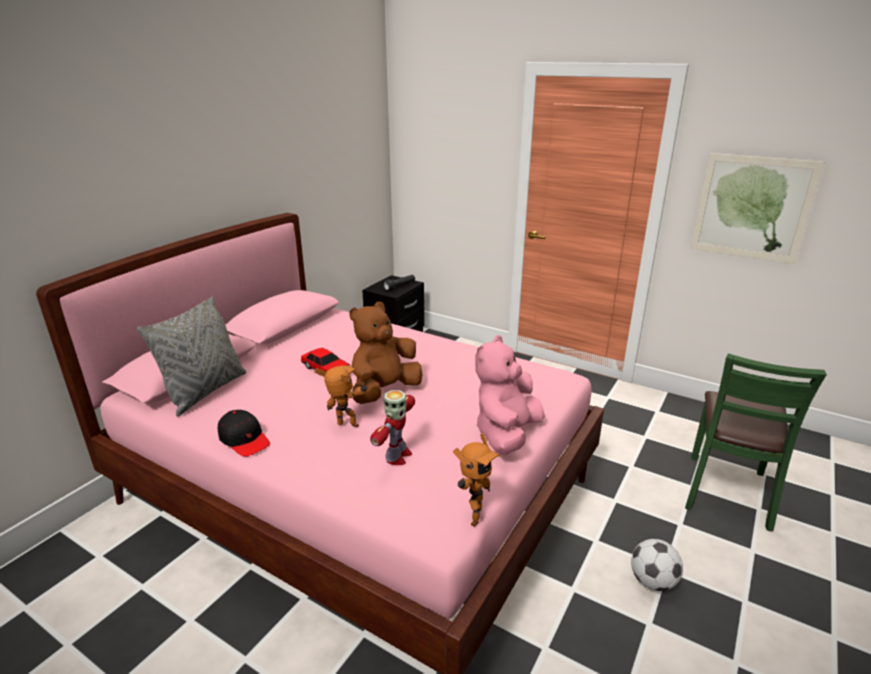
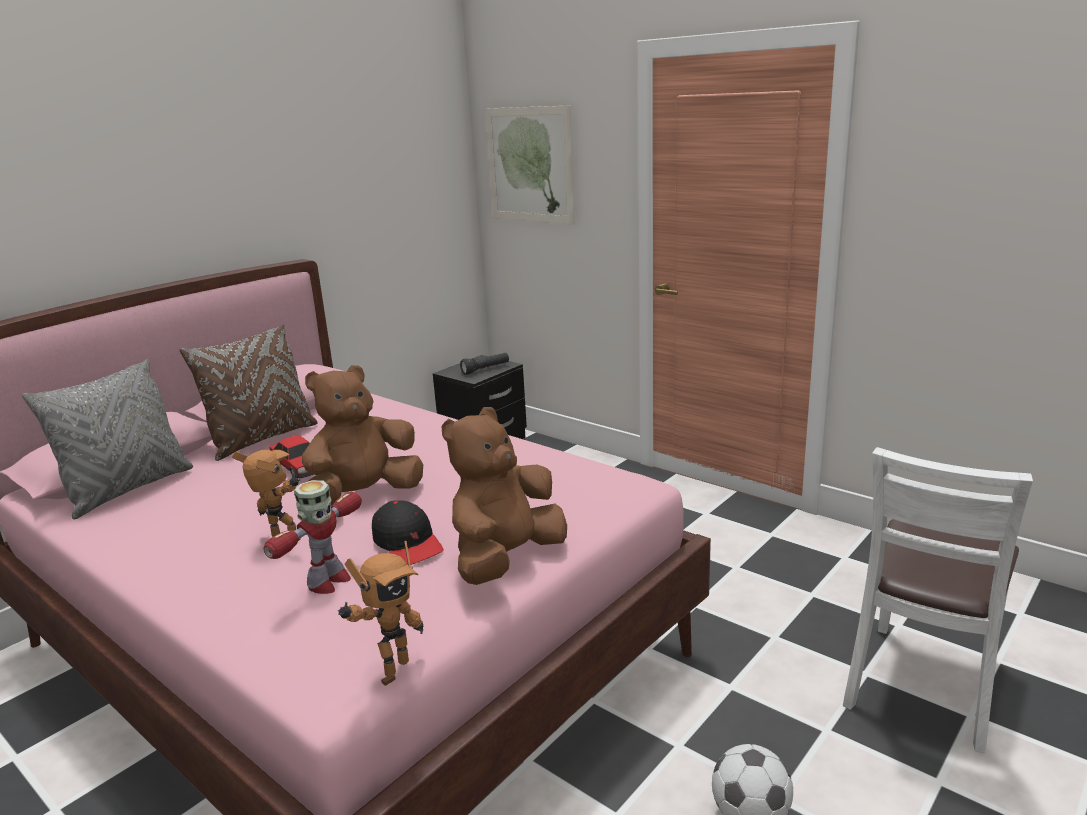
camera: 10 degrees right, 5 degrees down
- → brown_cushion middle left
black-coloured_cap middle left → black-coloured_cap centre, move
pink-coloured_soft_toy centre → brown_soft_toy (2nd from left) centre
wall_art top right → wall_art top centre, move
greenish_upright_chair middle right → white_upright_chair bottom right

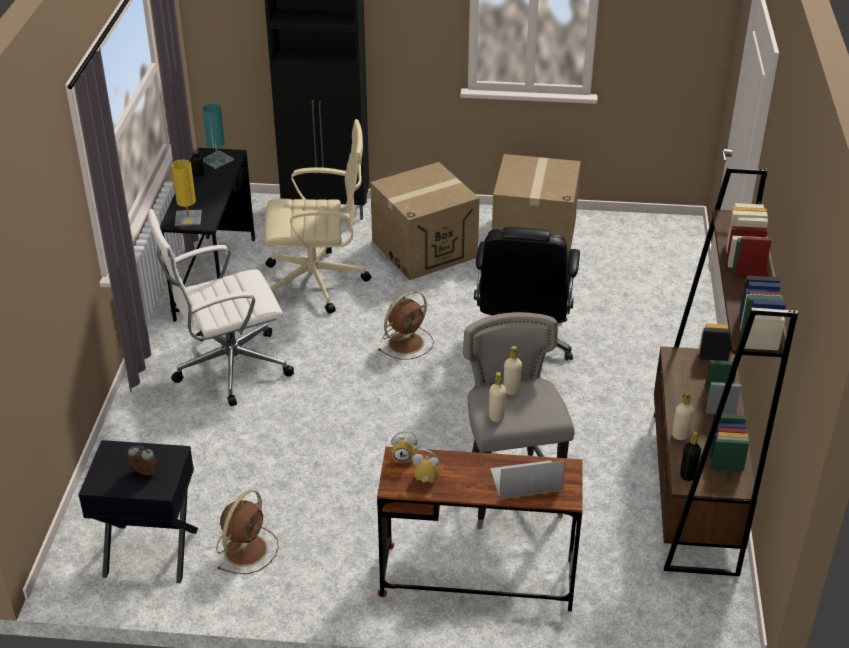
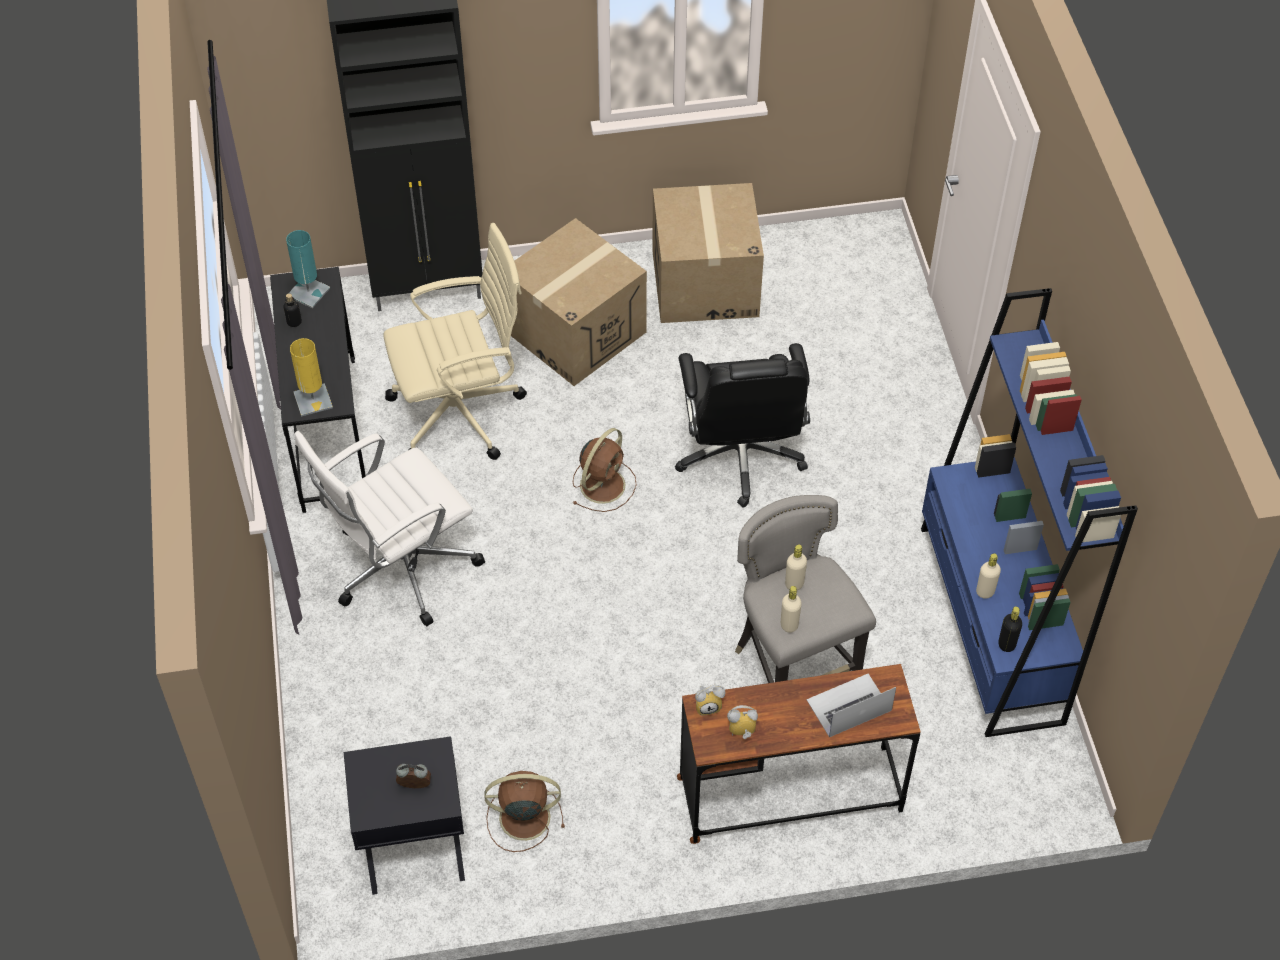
camera: 15 degrees left, 15 degrees up
brown_cooling_fan (1st from left) bottom left → brown_cooling_fan (1st from left) bottom centre, 105 degrees counterclockwise
brown_bookcase middle right → bluish_bookcase middle right

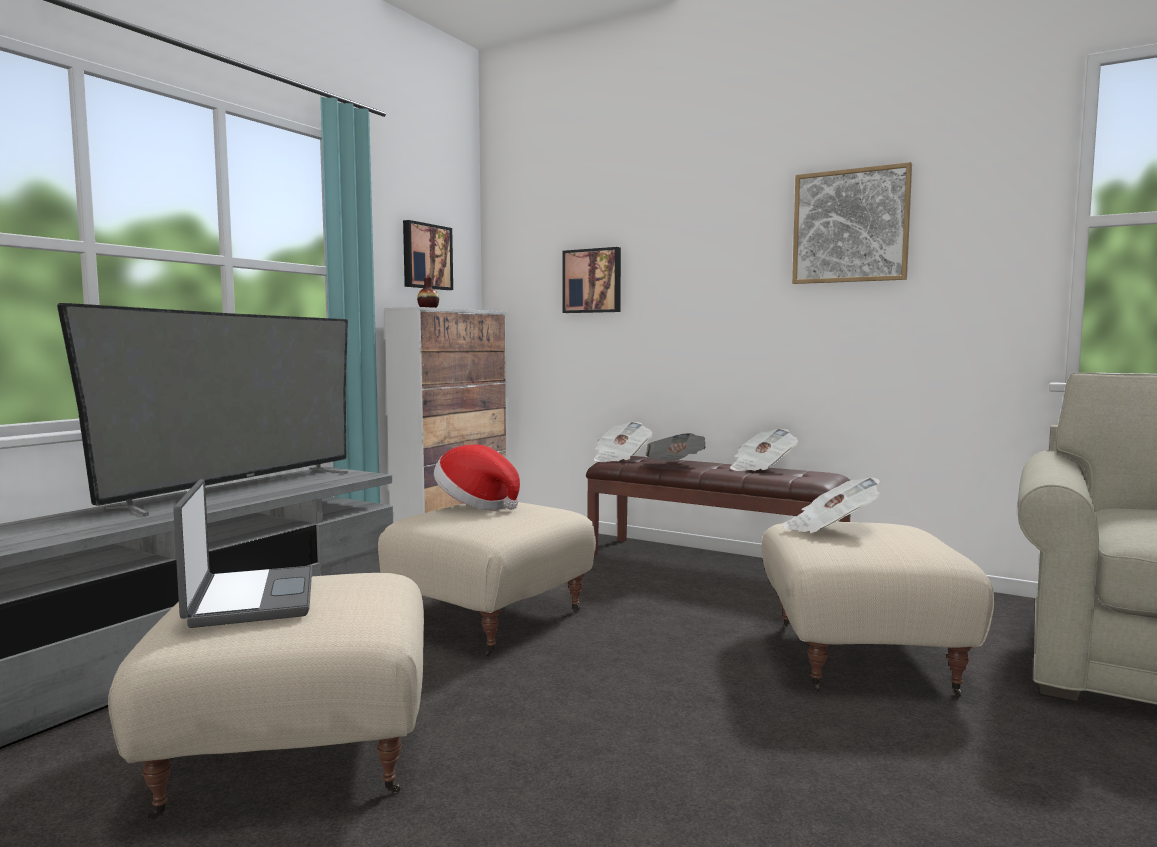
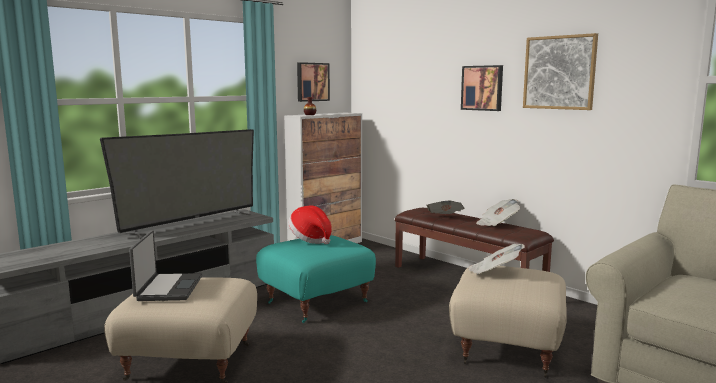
camera: 15 degrees right, 5 degrees up
sand-coloured_ottoman (2nd from left) bottom centre → blue-green_ottoman bottom centre
wall_art (2nd from left) top centre → wall_art (2nd from left) top right, move
printed_paper (1st from left) centre → -

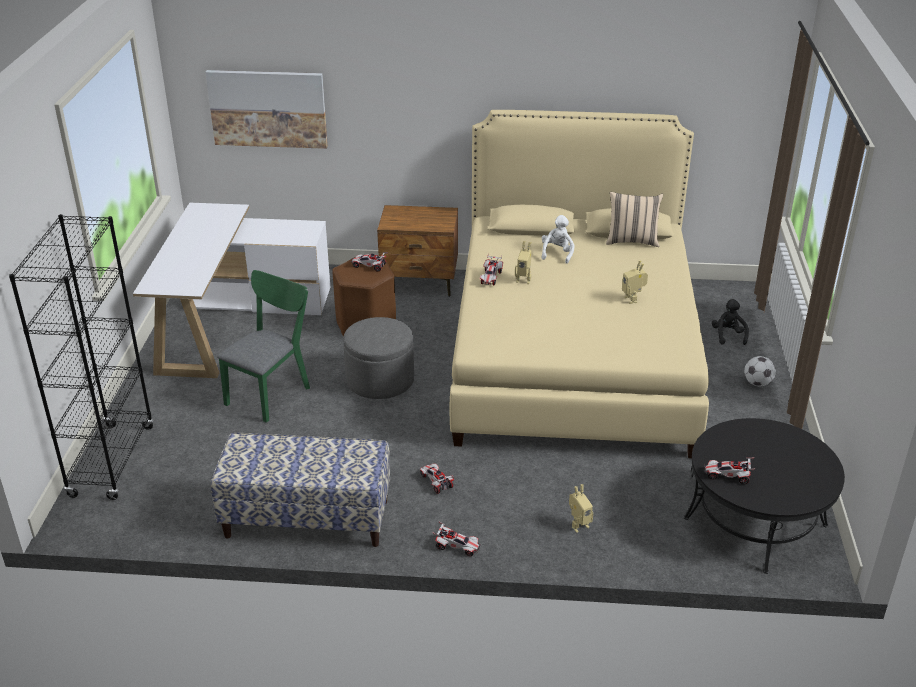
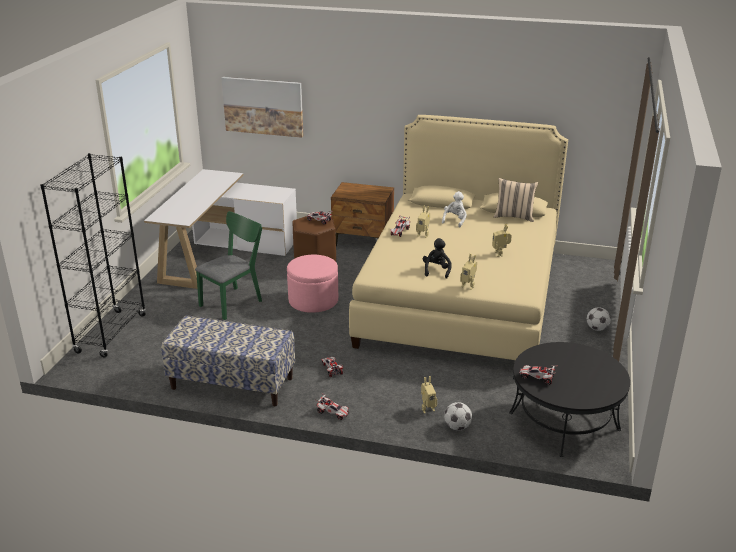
camera: 10 degrees right, 5 degrees down
grey_ottoman centre → pink-coloured_ottoman centre
black-coloured_soft_toy middle right → black-coloured_soft_toy centre, move
- → football (1st from left) bottom centre
- → robot_figure (3rd from left) centre

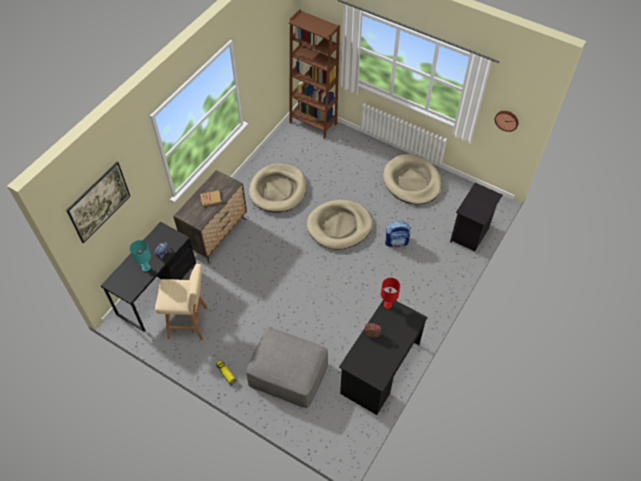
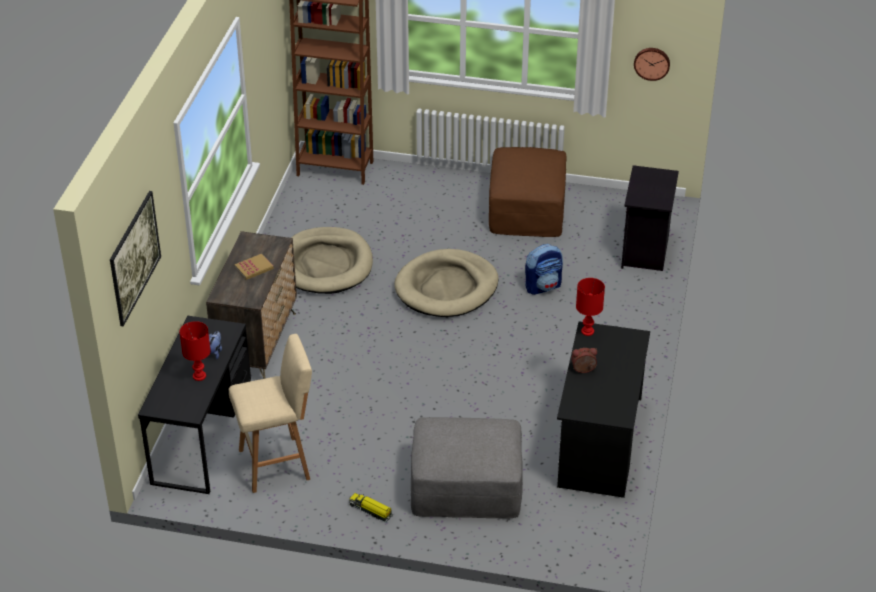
camera: 20 degrees left, 15 degrees down
blue-green_lamp_for_a_table middle left → red_lamp_for_a_table (1st from left) middle left
sand-coloured_dog_cushion (3rd from left) centre → brown_ottoman top centre

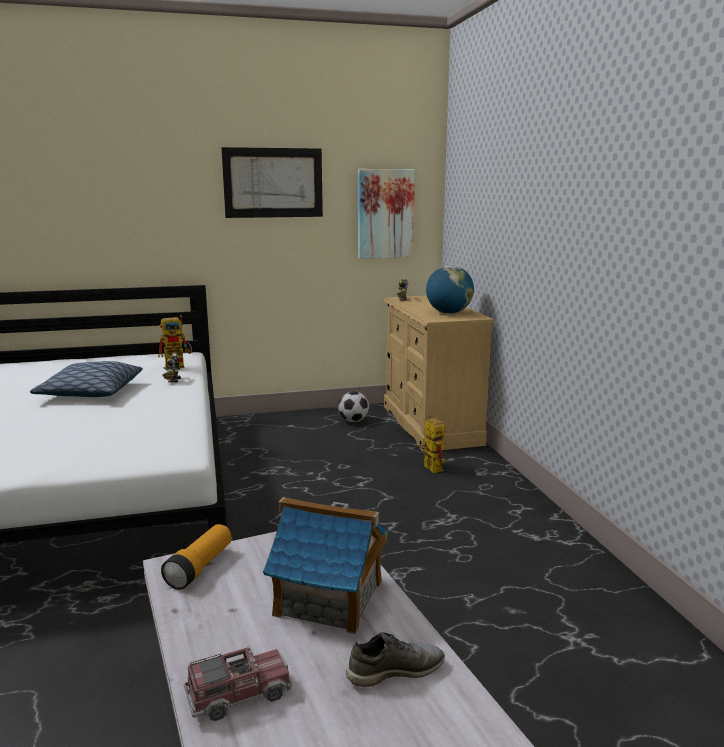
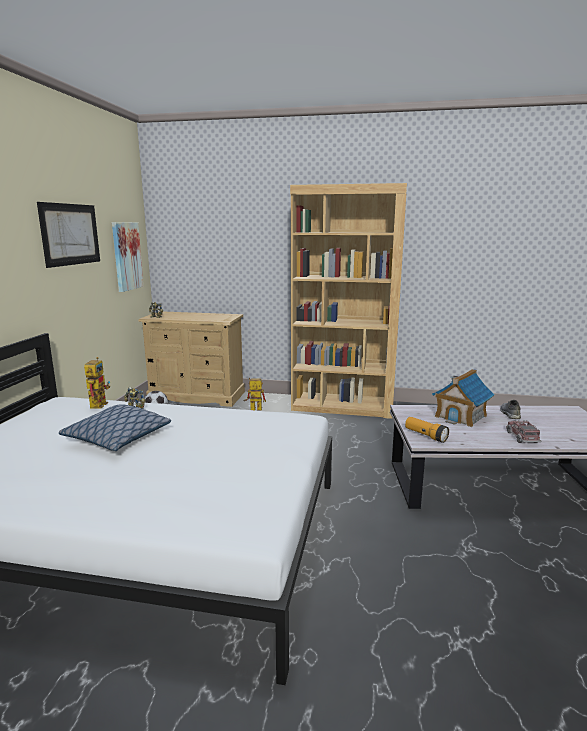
camera: 65 degrees left, 0 degrees up
- → brown_bookcase centre
world_globe centre → -

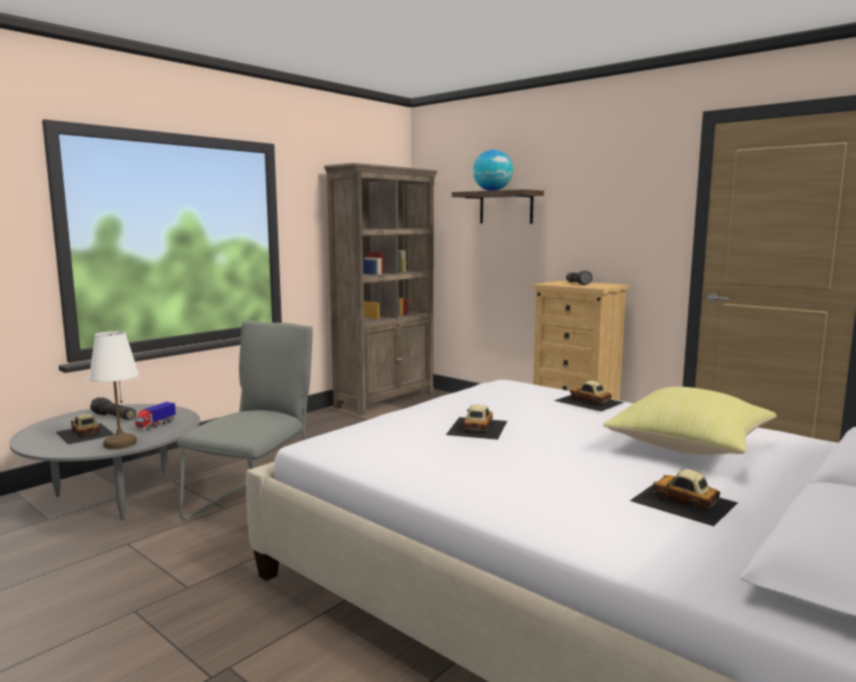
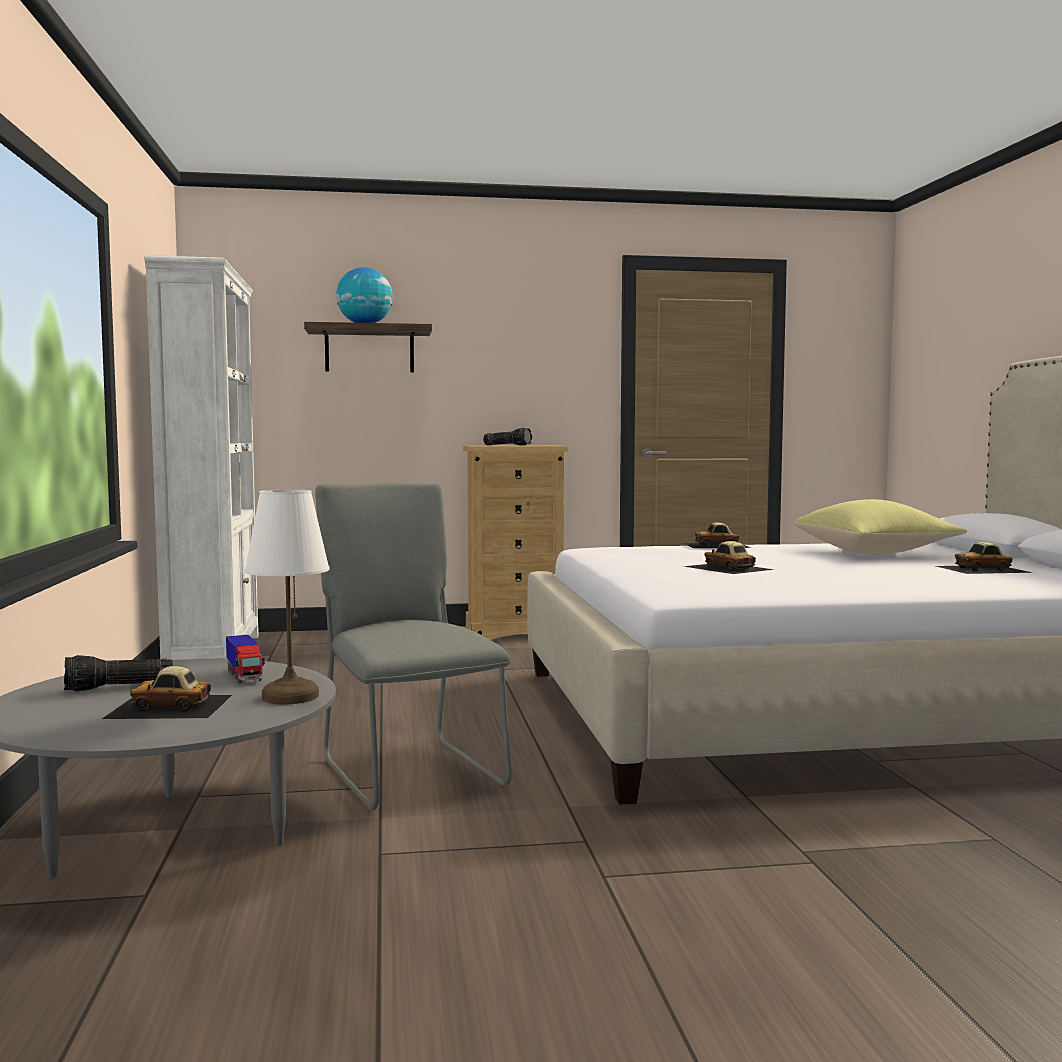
camera: 50 degrees left, 5 degrees down
brown_bookcase centre → white_bookcase middle left

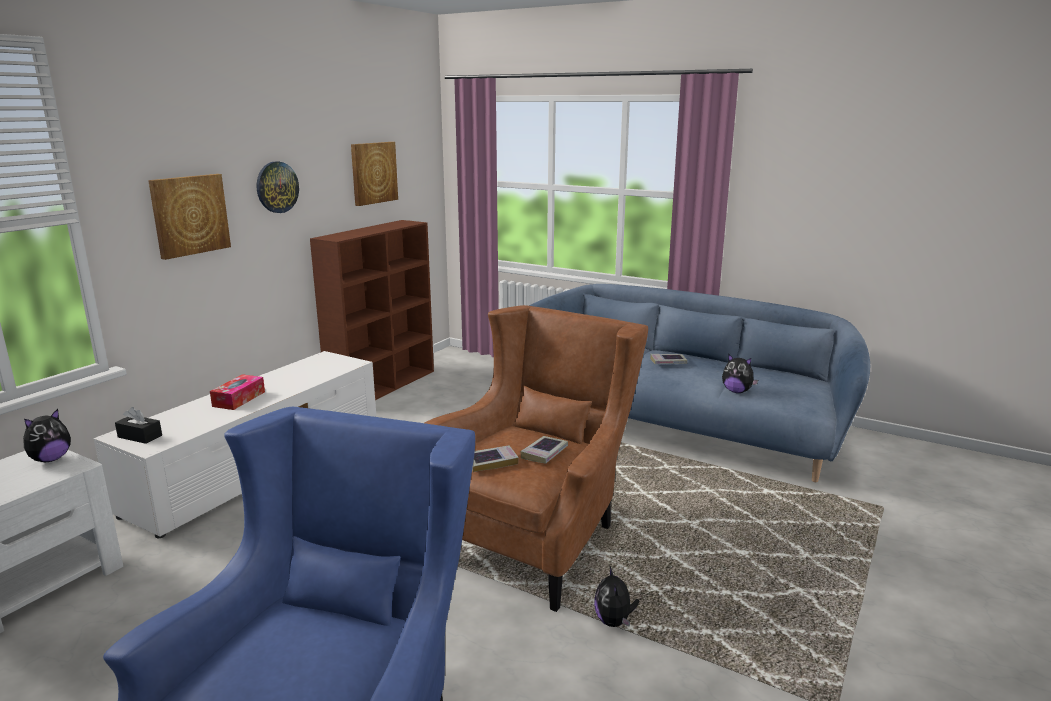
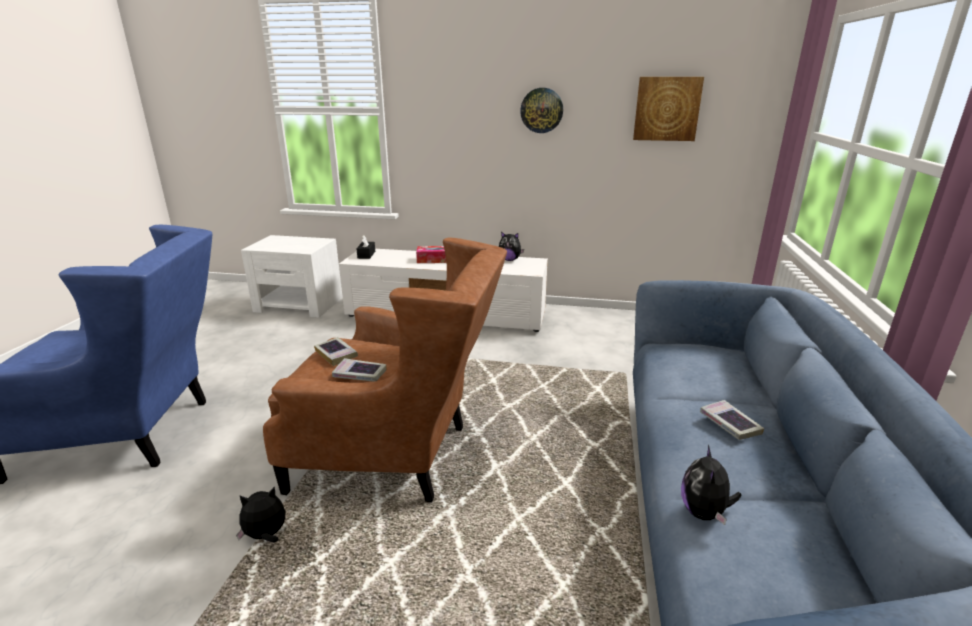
camera: 70 degrees right, 5 degrees up
soft_toy (1st from left in the first image) middle left → soft_toy (2nd from left) centre, move
wall_art (1st from left) top left → -
brown_bookcase centre → -

